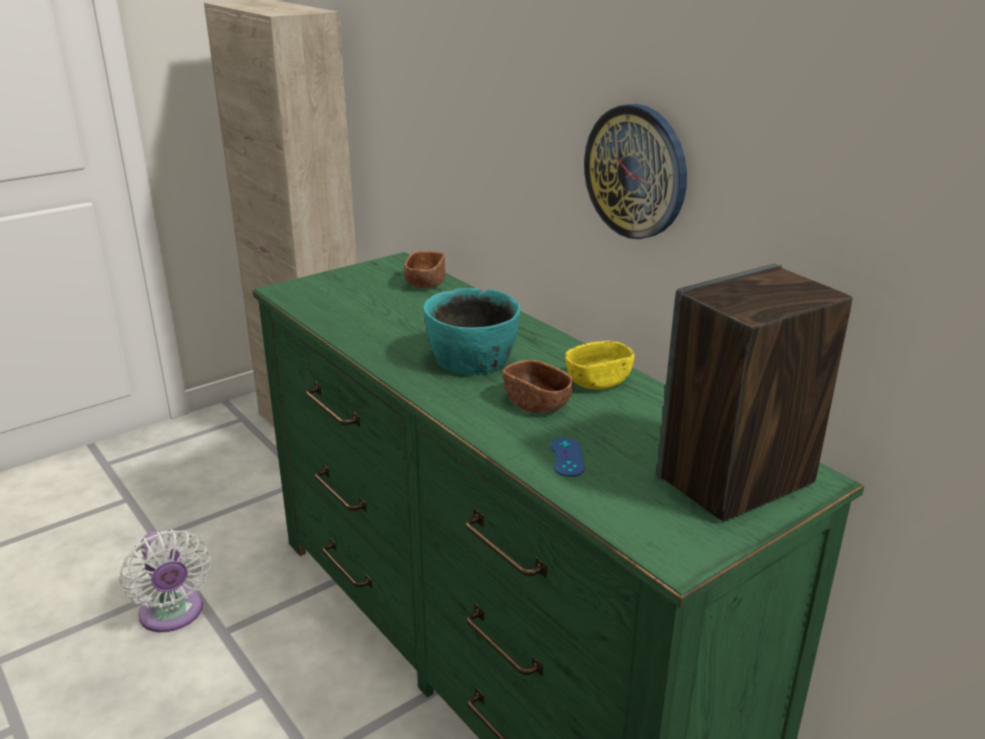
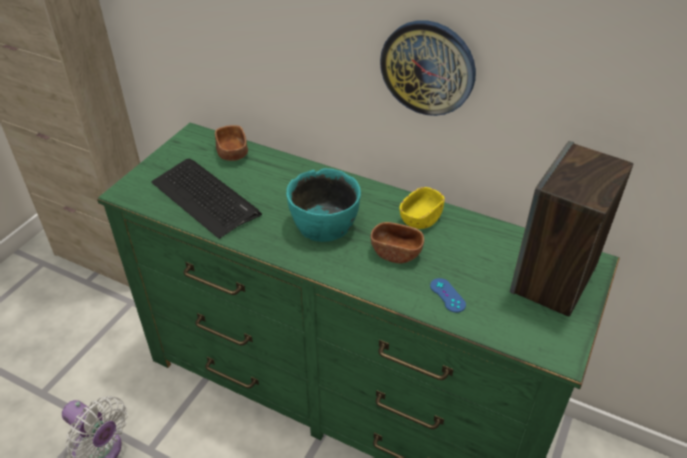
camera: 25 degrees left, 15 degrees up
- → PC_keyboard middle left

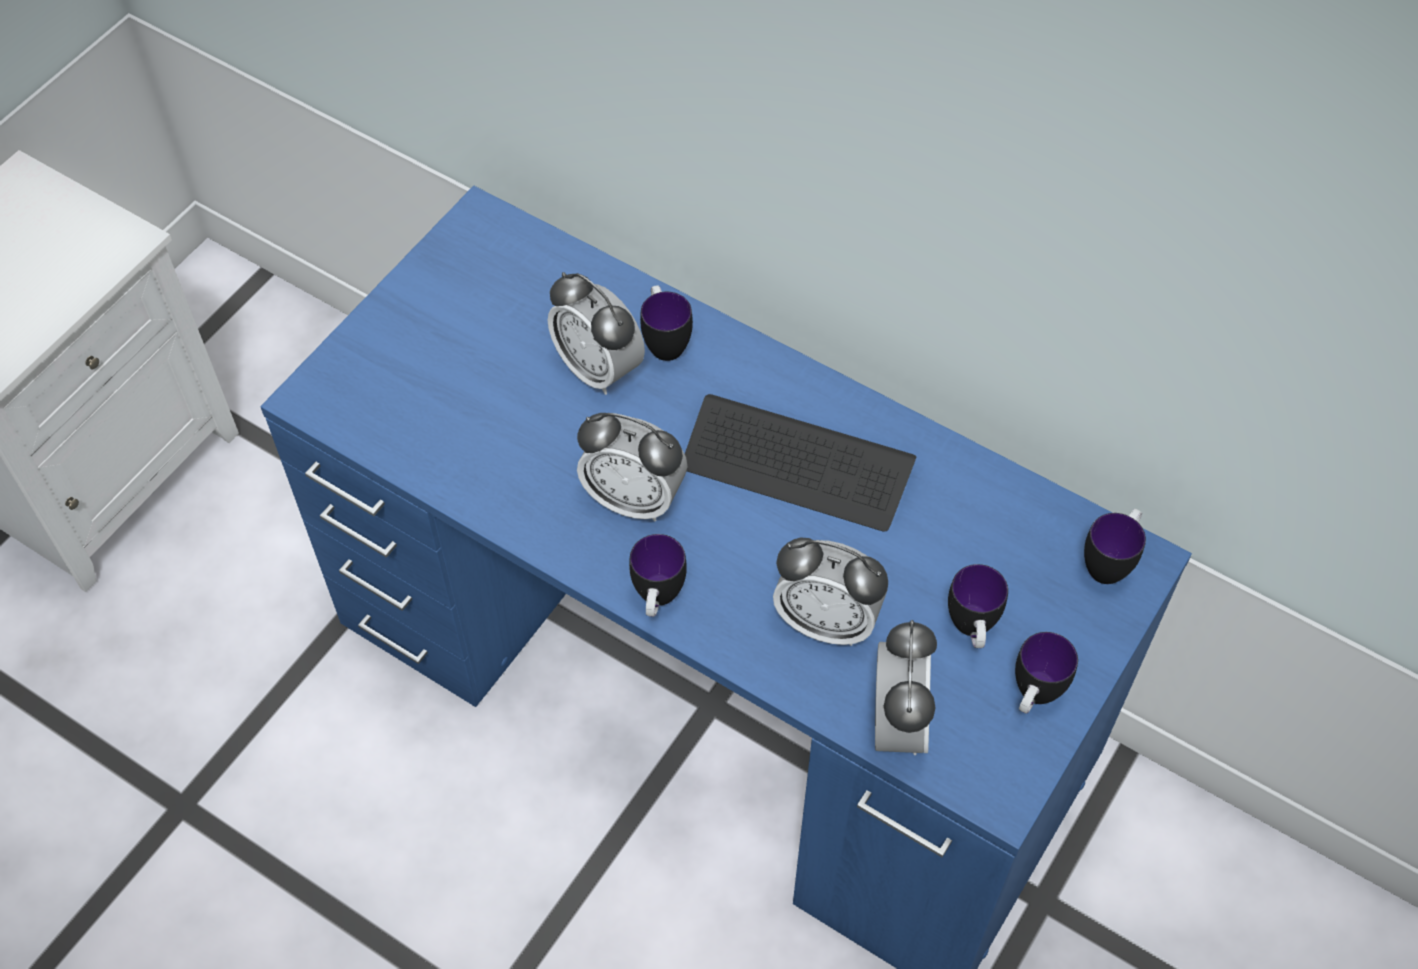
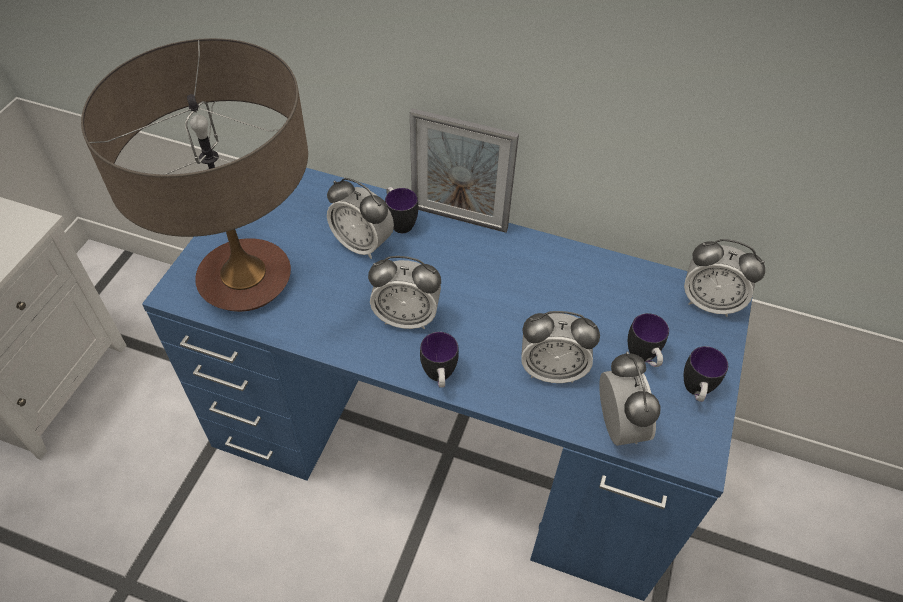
camera: 15 degrees left, 5 degrees down
- → lamp_for_a_table top left
- → photo_frame top centre
coffee_mug (5th from left) middle right → table_clock (5th from left) middle right
PC_keyboard centre → -

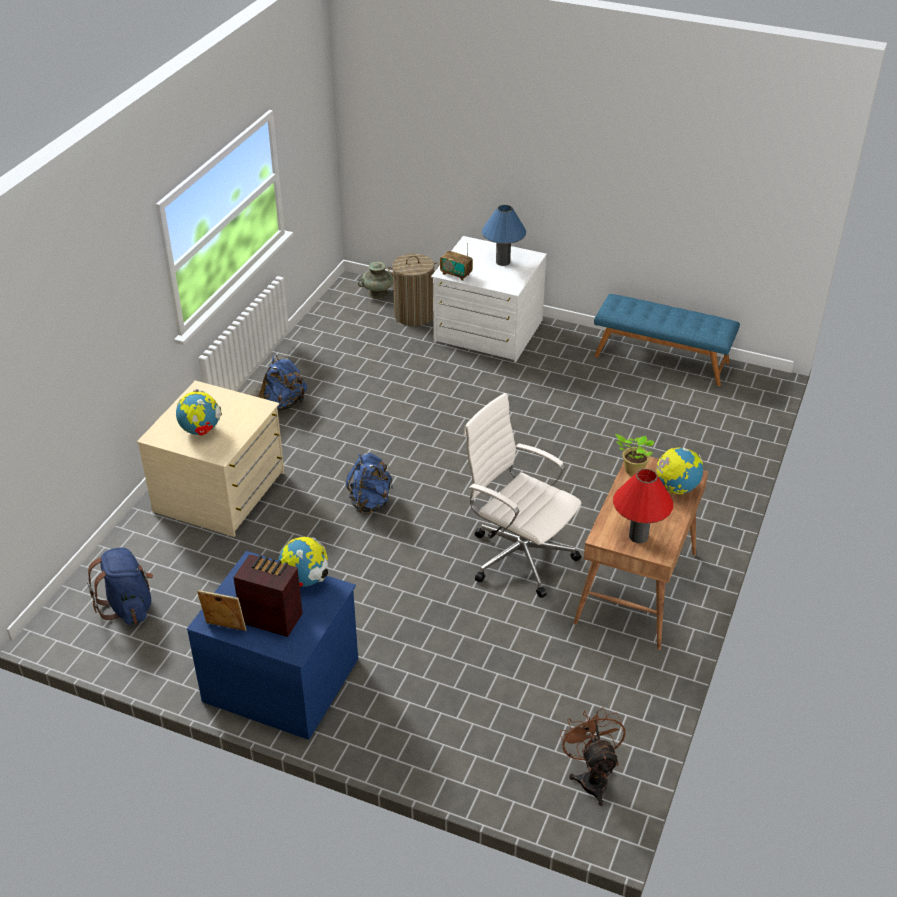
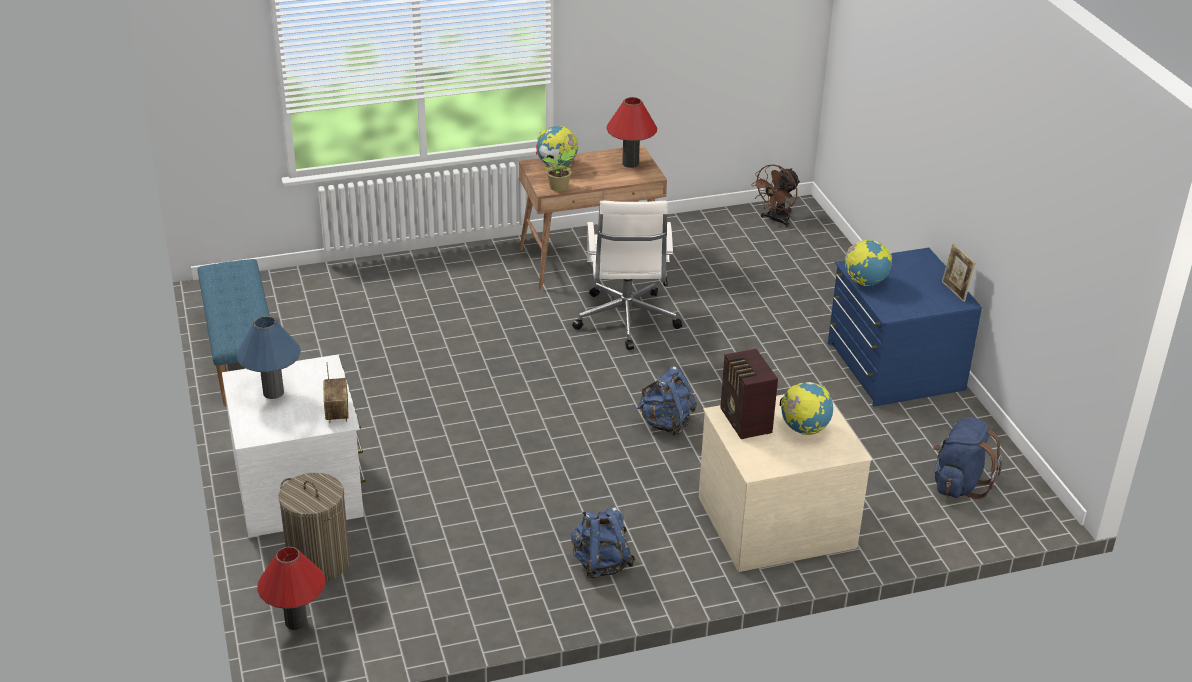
camera: 130 degrees left, 5 degrees down
blue-green_flower_vase top centre → red_lamp_for_a_table (1st from left) bottom left
radio_set (1st from left in the first image) middle left → radio_set (2nd from left) centre, move

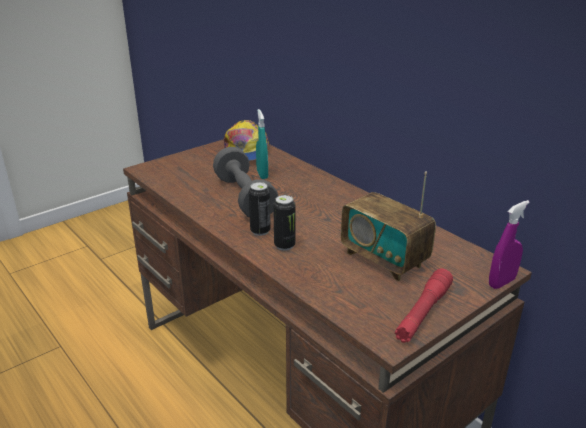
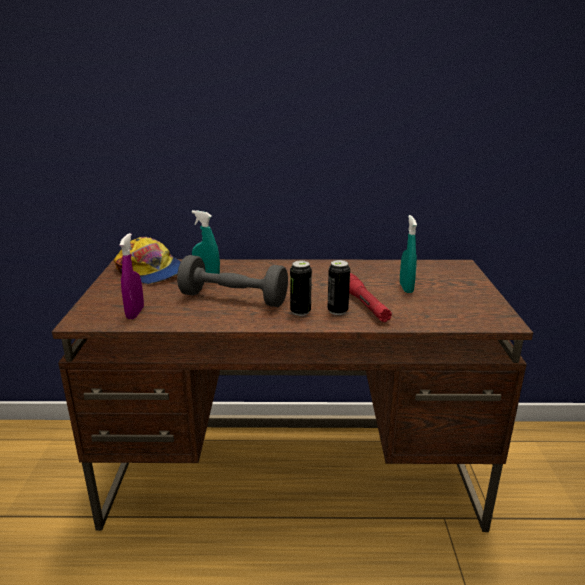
camera: 50 degrees left, 5 degrees down
purple_hand_sprayer middle right → purple_hand_sprayer middle left, move
red_flashlight bottom right → red_flashlight centre, move
radio_set centre → blue-green_hand_sprayer (2nd from left) middle right

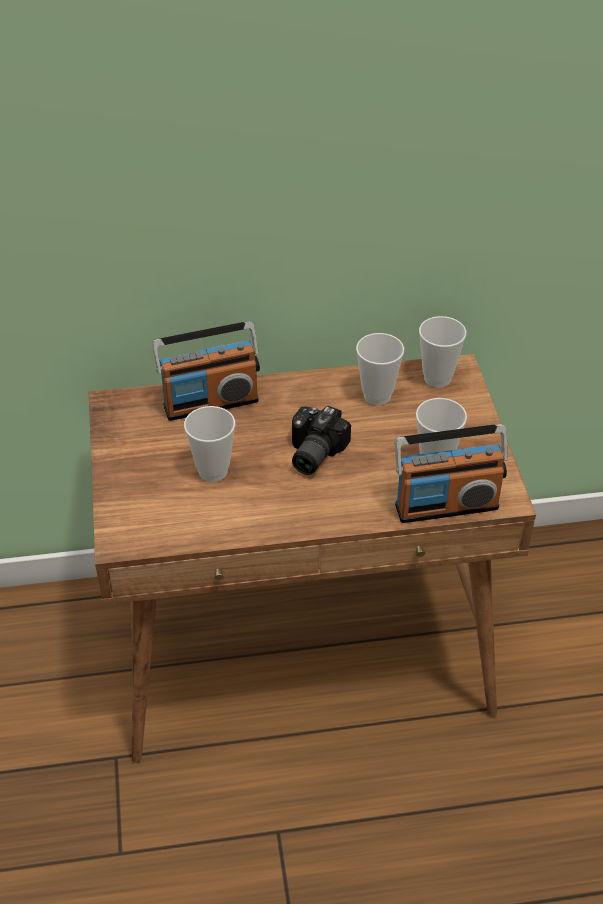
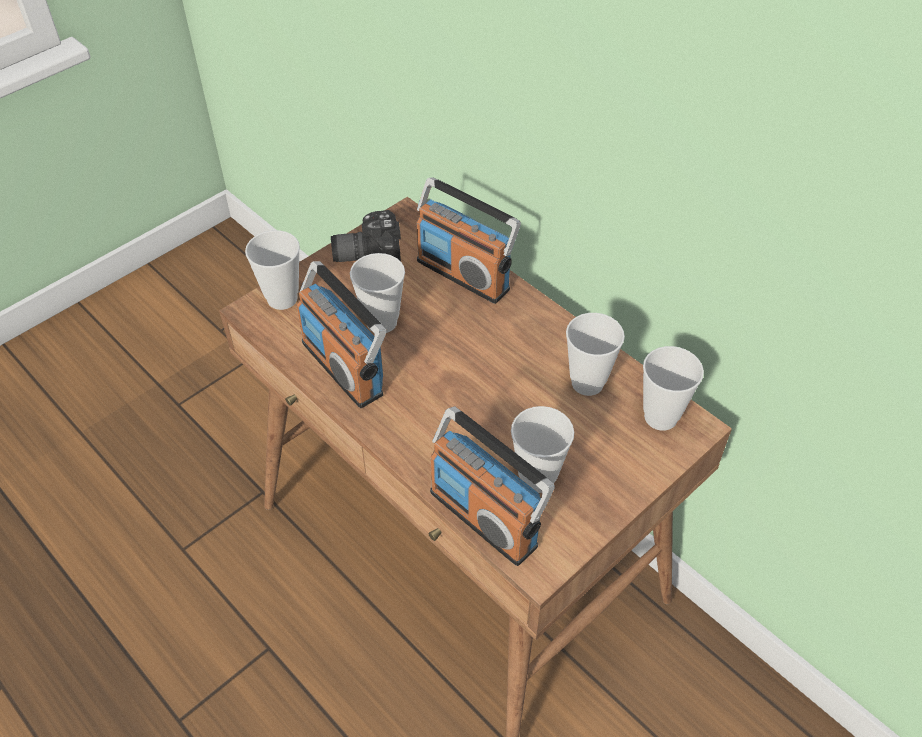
camera: 55 degrees right, 5 degrees up
- → small_cup (1st from left) middle left
- → radio_set (1st from left) centre
still_camera centre → still_camera top centre, move

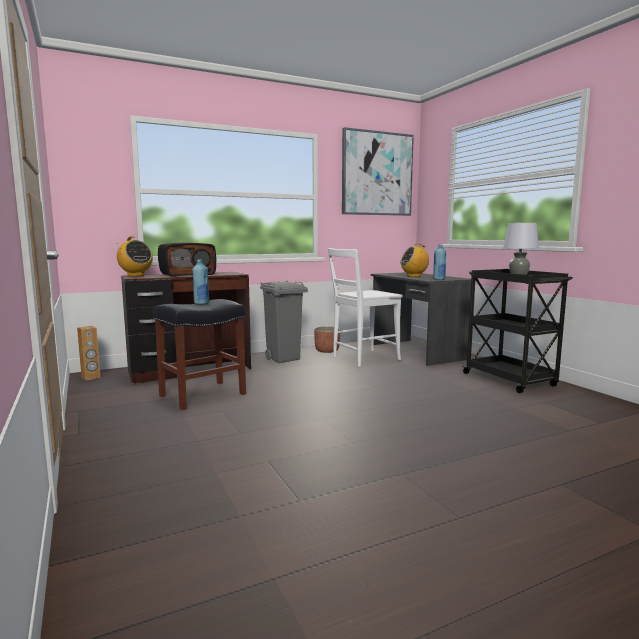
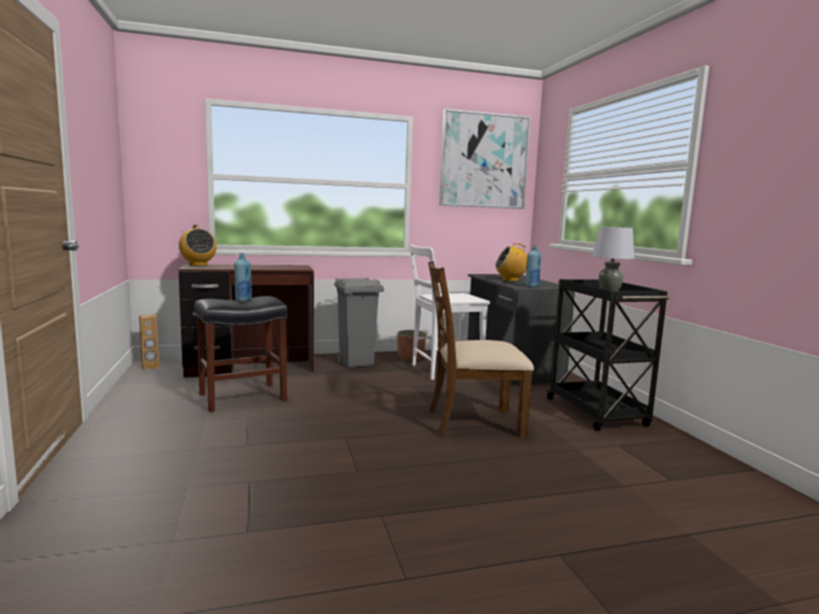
camera: 10 degrees right, 0 degrees up
- → brown_upright_chair centre
radio_set (2nd from left) middle left → -

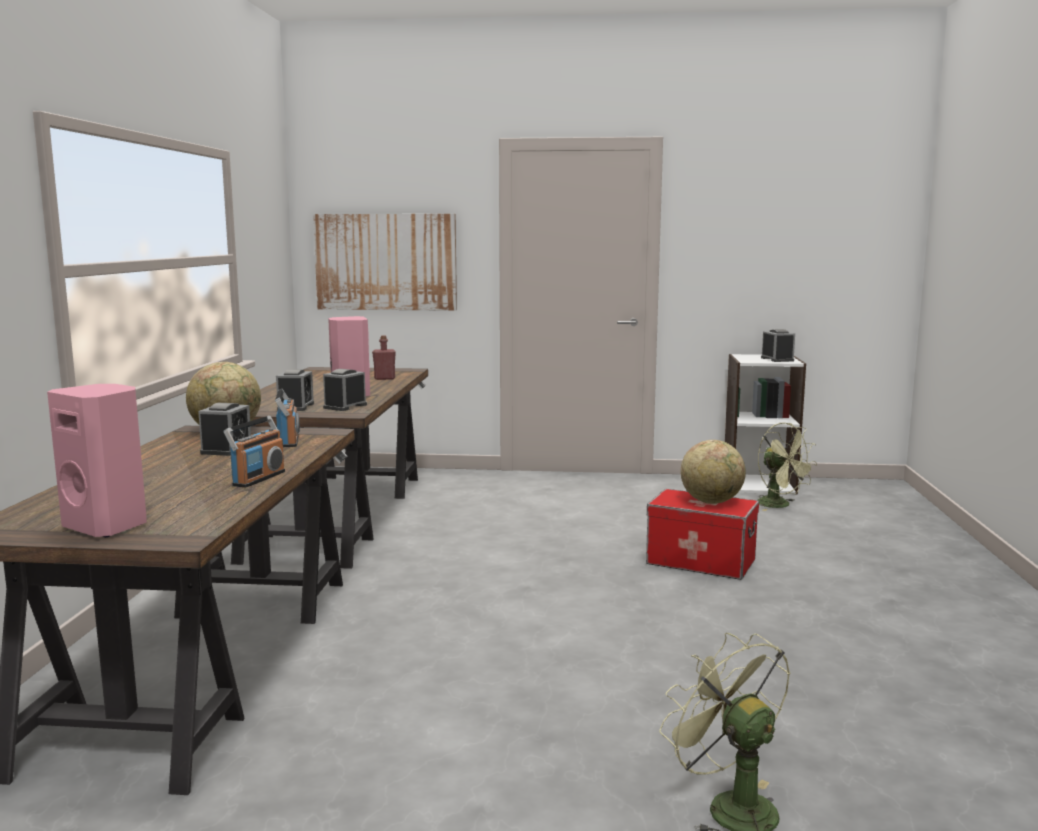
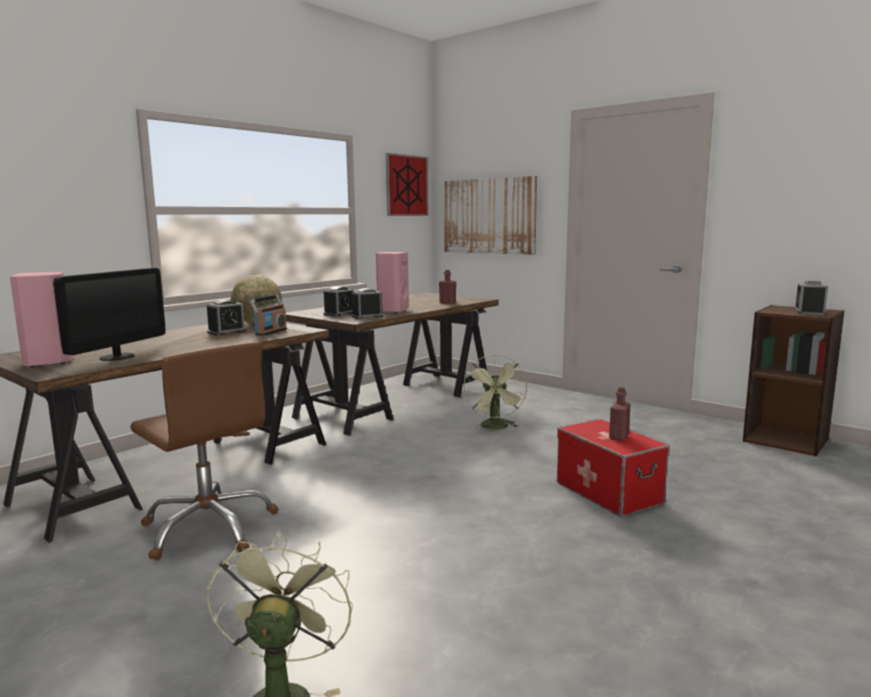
camera: 35 degrees right, 0 degrees up
- → monitor middle left
- → brown_computer_chair middle left
- → wall_art (1st from left) top centre
greenish_cooling_fan (2nd from left) middle right → greenish_cooling_fan (2nd from left) centre, move
world_globe (2nd from left) middle right → red_drink_bottle (2nd from left) middle right
white_bookcase middle right → brown_bookcase middle right
radio_set (1st from left) middle left → -

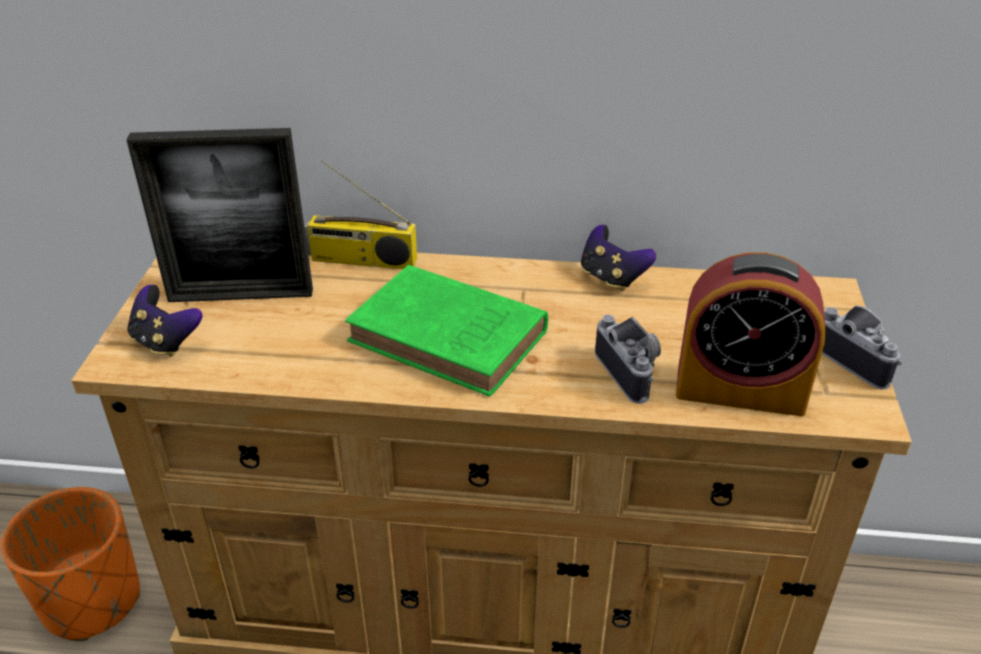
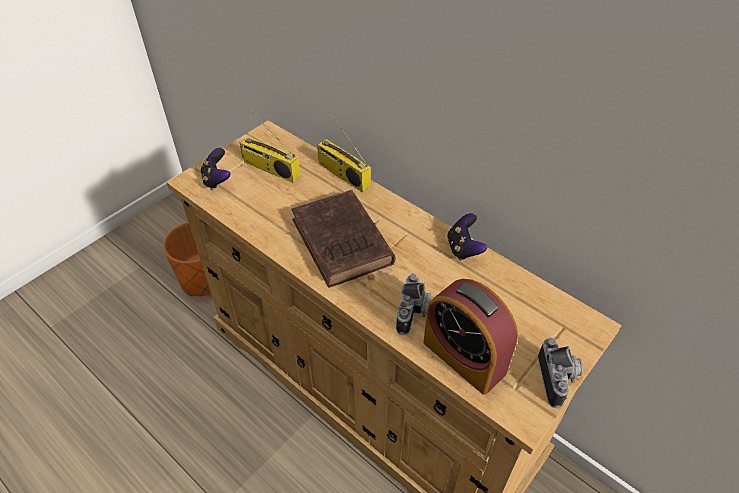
camera: 35 degrees right, 10 degrees up
photo_frame top left → radio_set (1st from left) top centre
greenish_bound_book centre → brown_bound_book centre

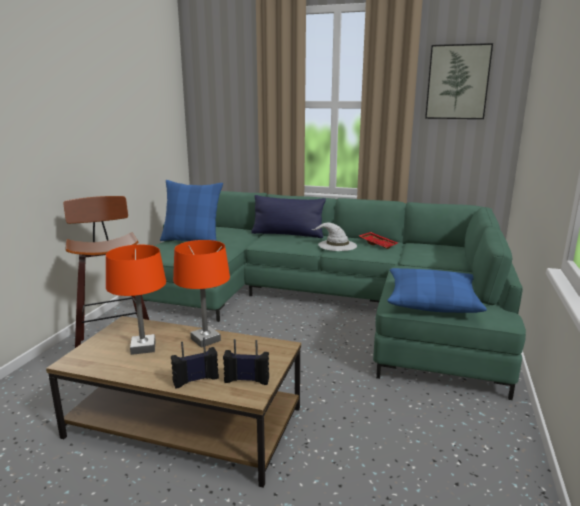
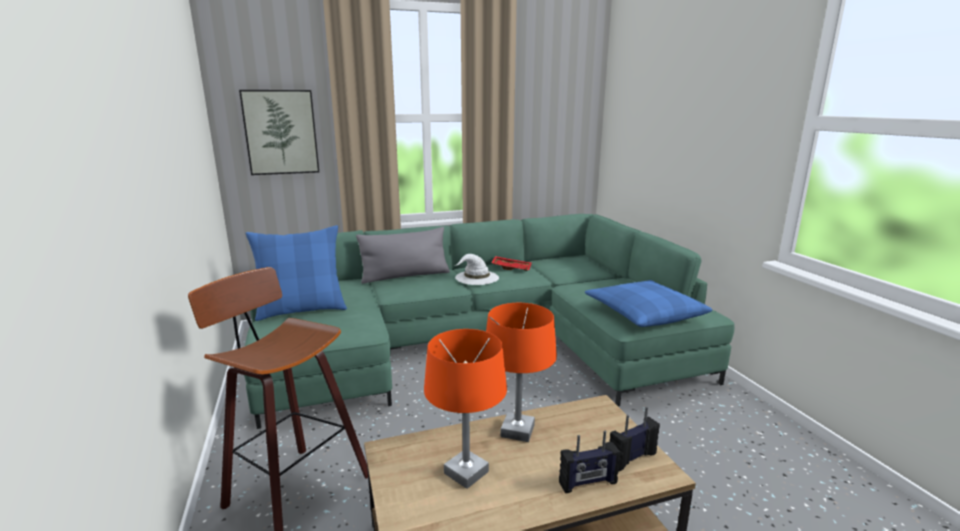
camera: 35 degrees left, 0 degrees up
wall_art top right → wall_art top left, move
bluish_cushion (2nd from left) centre → grey_cushion centre
radio_set (1st from left) bottom centre, 135 degrees counterclockwise

